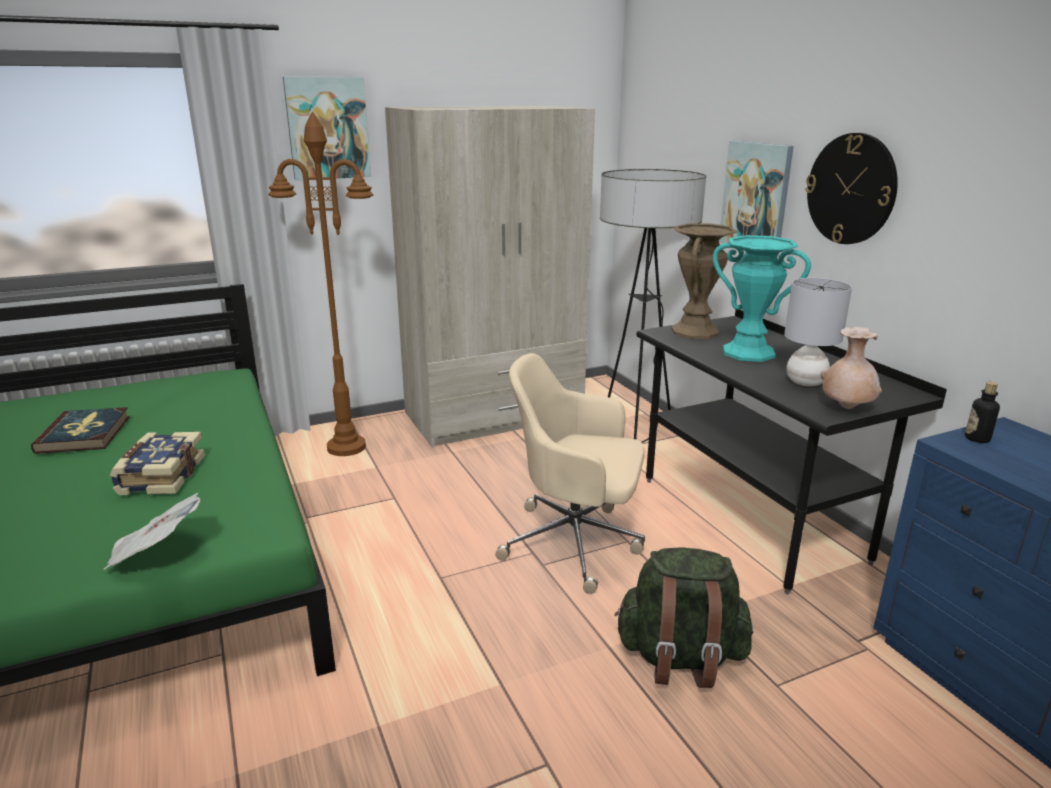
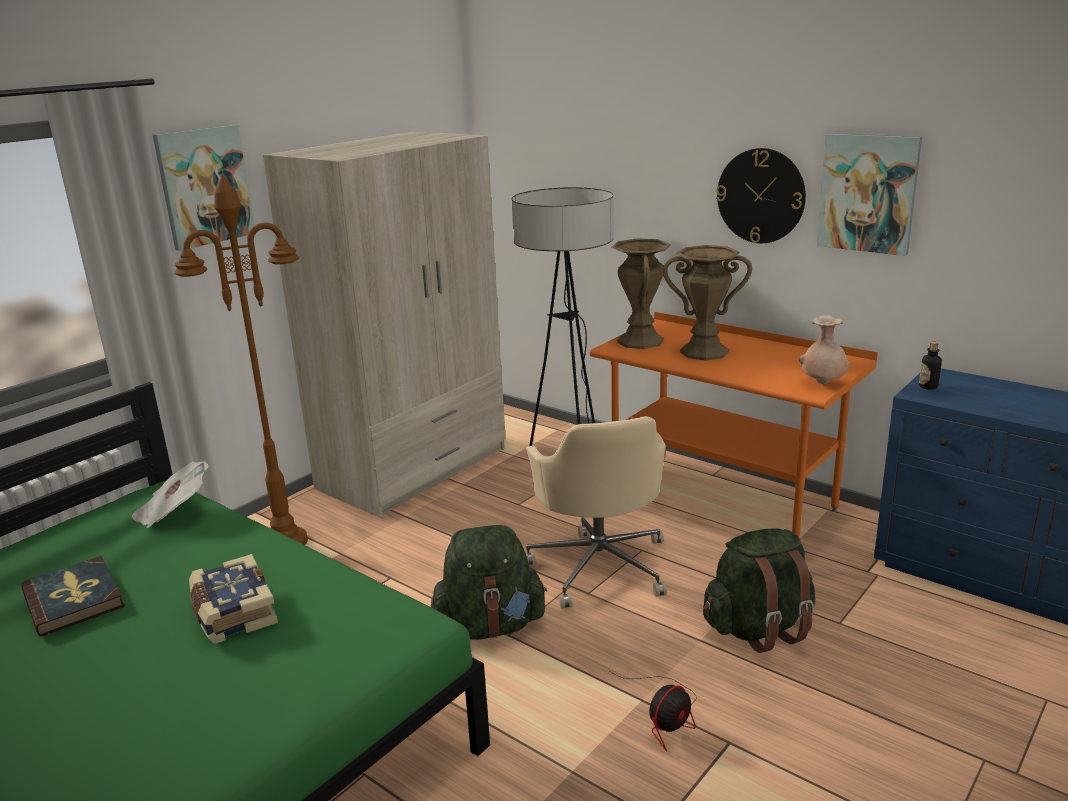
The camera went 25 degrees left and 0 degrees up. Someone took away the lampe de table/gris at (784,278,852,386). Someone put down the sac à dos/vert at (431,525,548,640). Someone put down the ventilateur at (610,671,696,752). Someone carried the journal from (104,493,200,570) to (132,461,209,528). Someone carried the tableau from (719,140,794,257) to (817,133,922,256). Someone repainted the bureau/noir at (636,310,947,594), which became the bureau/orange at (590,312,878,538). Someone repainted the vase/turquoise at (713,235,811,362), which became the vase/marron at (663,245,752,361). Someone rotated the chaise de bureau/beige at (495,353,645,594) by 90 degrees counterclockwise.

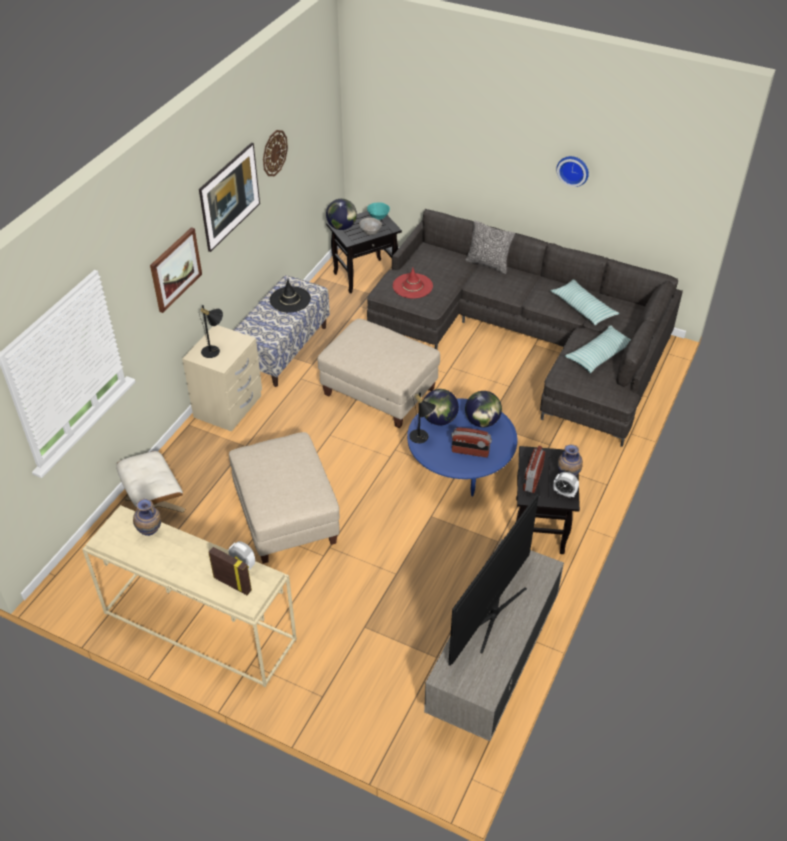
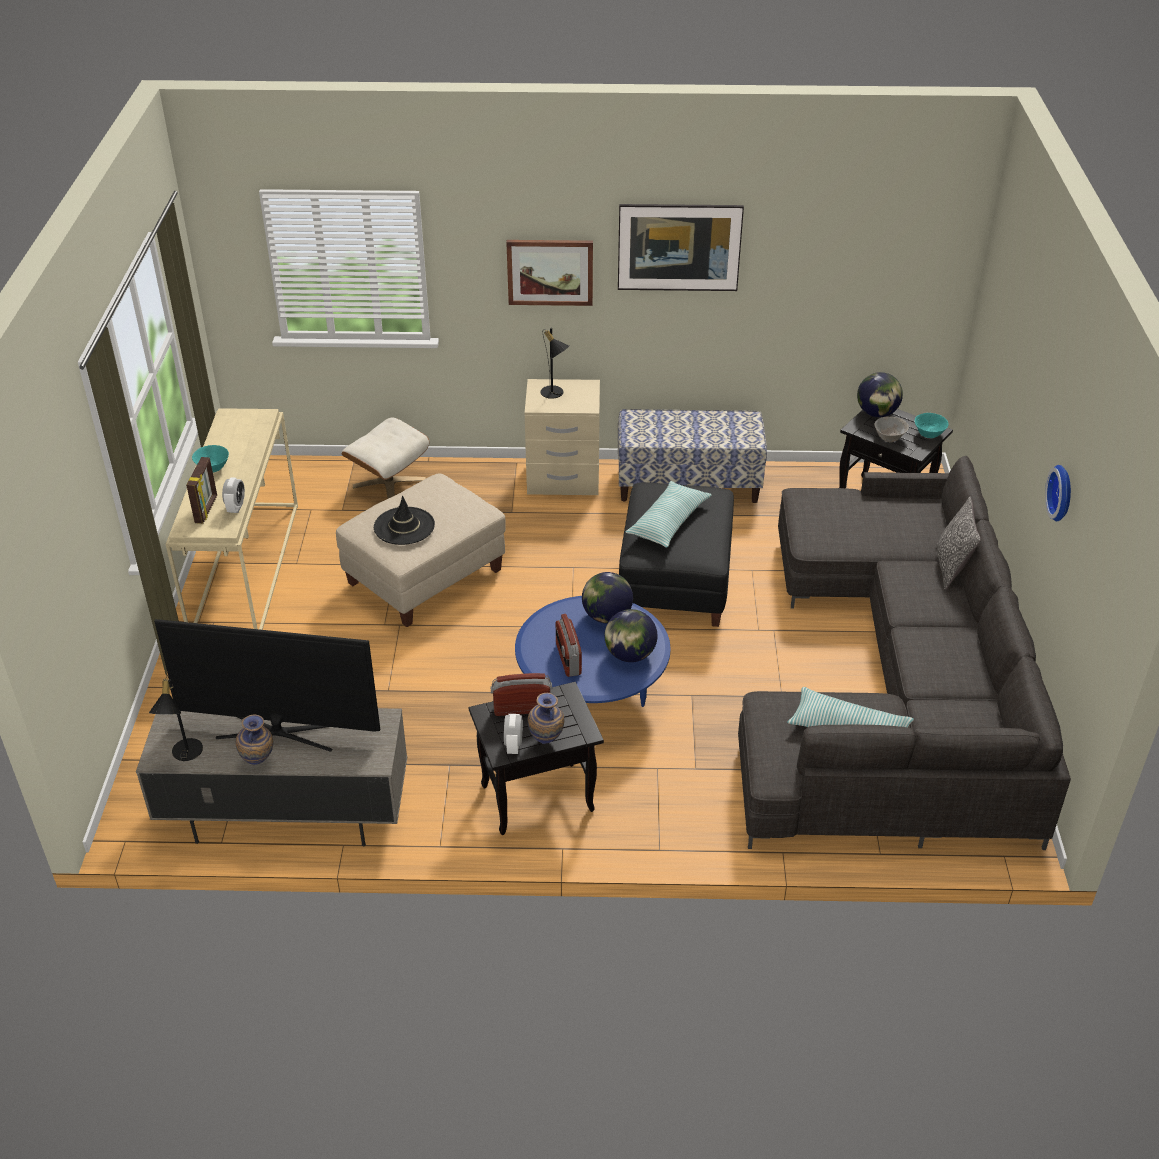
The camera went 65 degrees right and 5 degrees down. Someone took away the horloge murale at (263,130,288,176). Someone took away the chapeau/rouge at (393,268,433,298). Someone put down the bol/turquoise at (192,445,229,473). Someone carried the vase from (133,499,161,536) to (236,714,273,765). Someone carried the chapeau/noir from (270,279,311,312) to (374,496,435,545). Someone carried the lampe de table/noir from (409,392,436,443) to (149,677,203,761). Someone carried the coussin from (550,280,619,325) to (626,481,712,548). Someone repainted the pouf/beige at (317,319,440,428), which became the pouf/noir at (619,482,734,627).

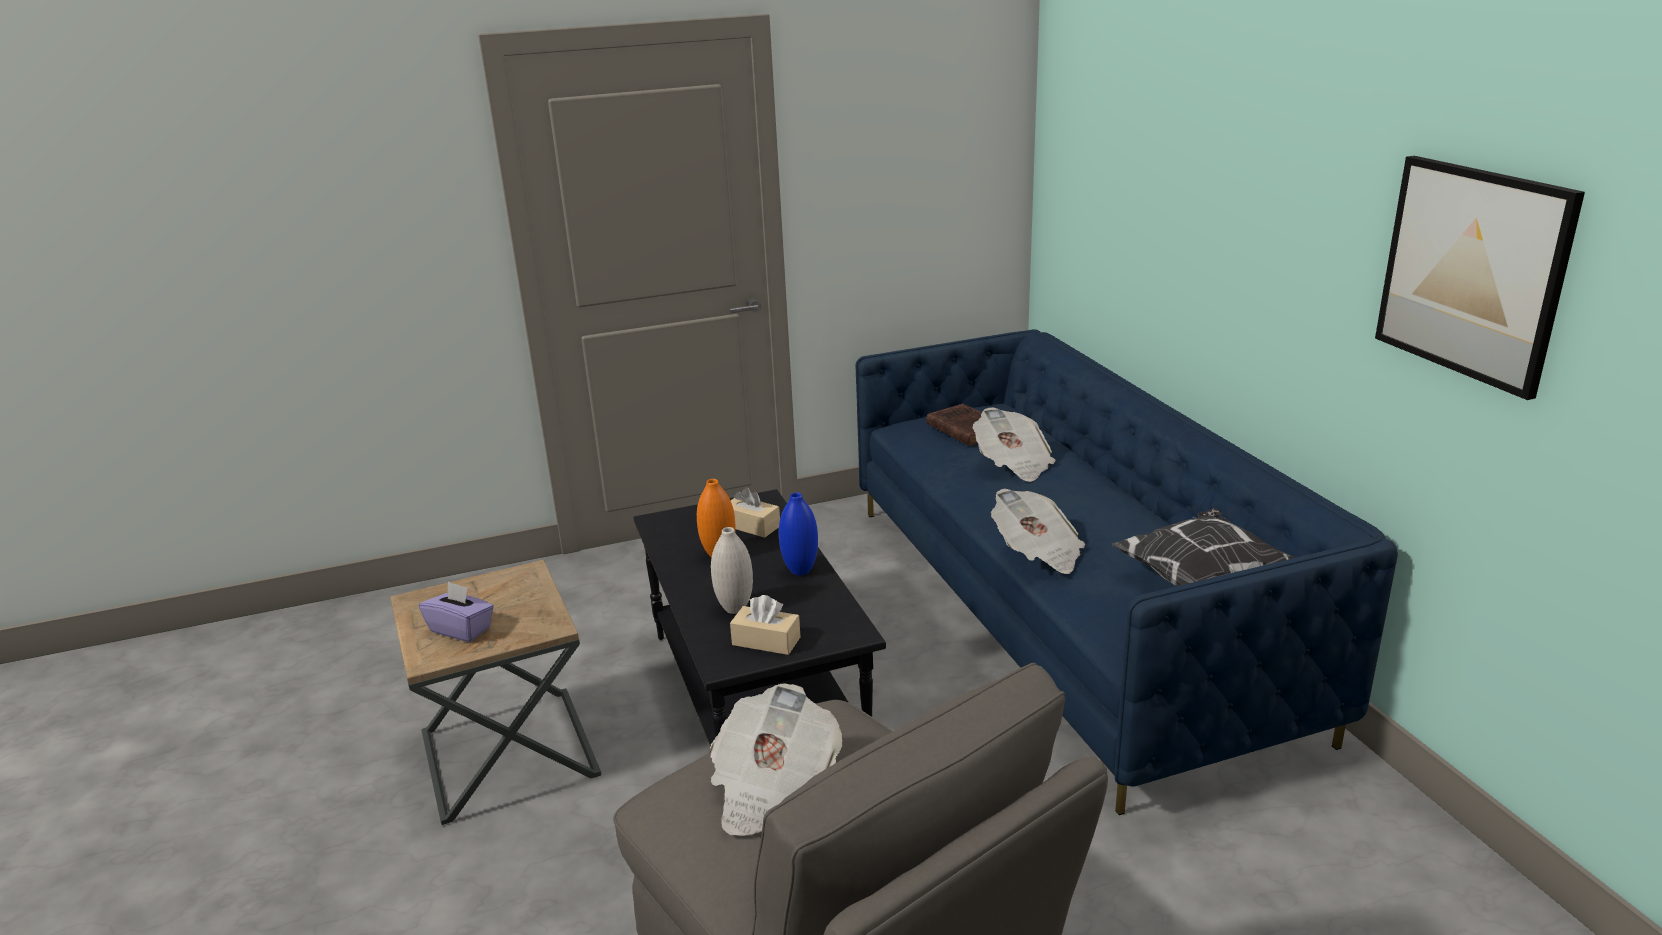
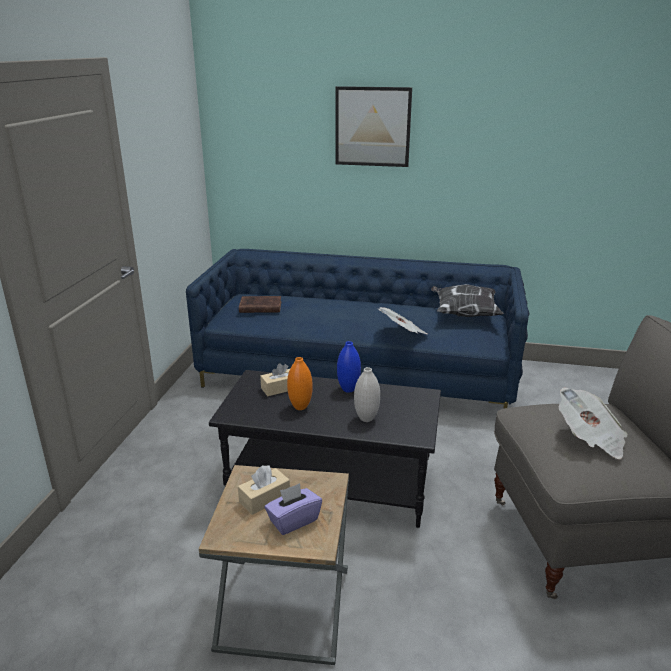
The camera went 60 degrees left and 0 degrees up. Someone took away the journal at (973,407,1055,482). Someone carried the boîte à mouchoirs/beige from (730,595,800,655) to (238,465,290,515). Someone carried the tableau from (1375,156,1585,400) to (335,86,412,167).

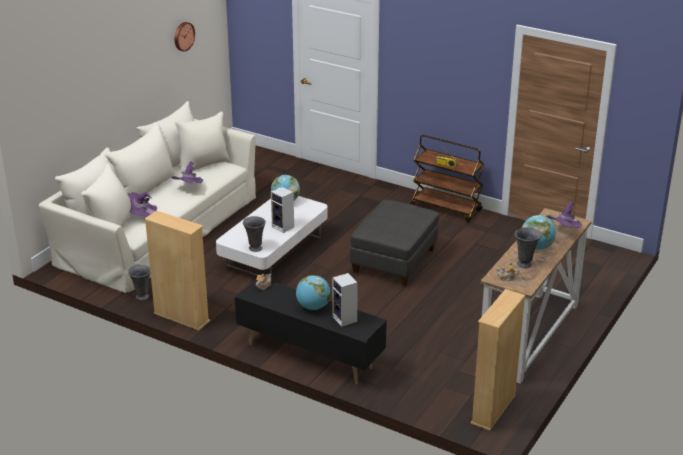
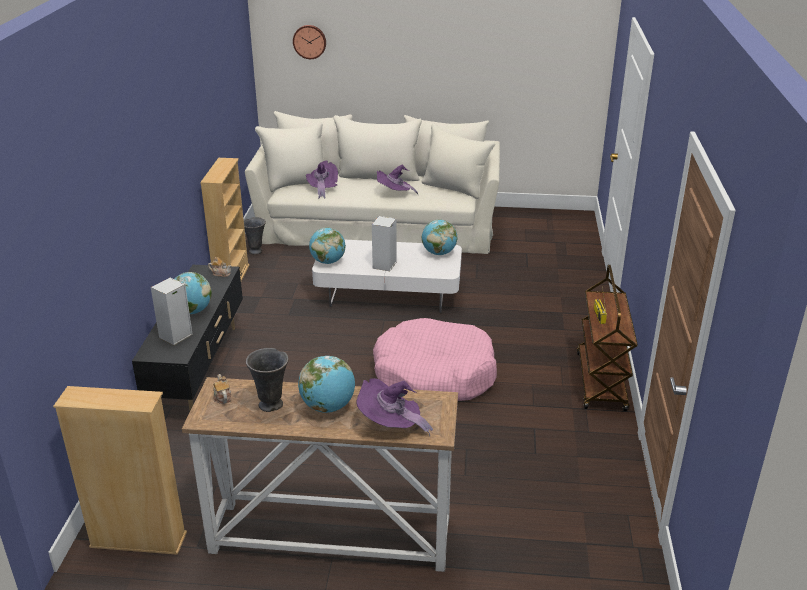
The camera went 65 degrees right and 0 degrees up. Someone carried the horloge murale from (175,22,195,52) to (293,25,326,59). Someone swapped the vase/gris at (243,216,266,252) for the globe at (309,227,345,264). Someone swapped the pouf/gris at (349,200,439,286) for the panier pour chien/rose at (373,318,497,401).

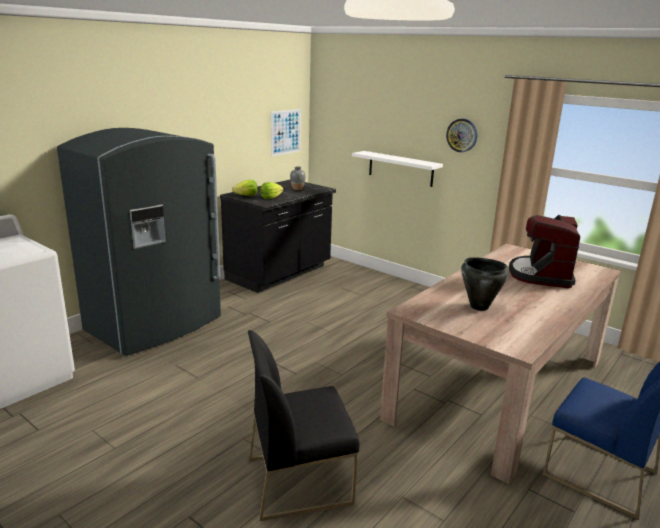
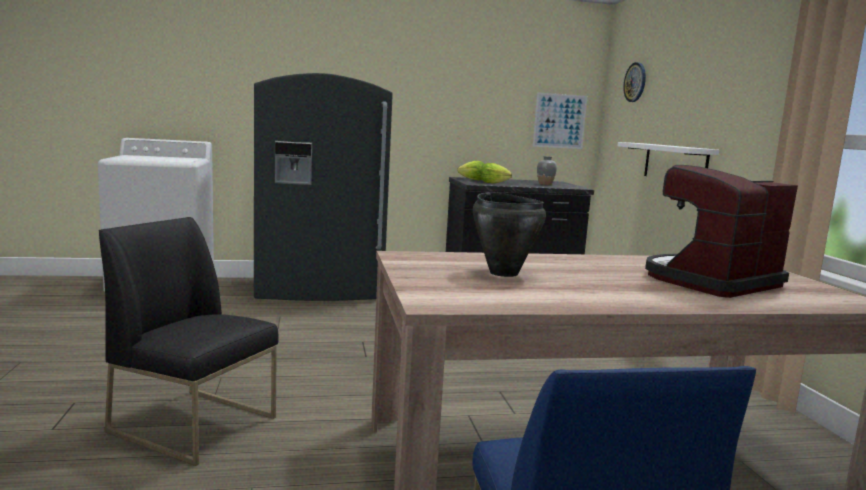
The camera went 40 degrees right and 10 degrees down. Someone carried the horloge murale from (446,119,477,152) to (623,62,646,102).

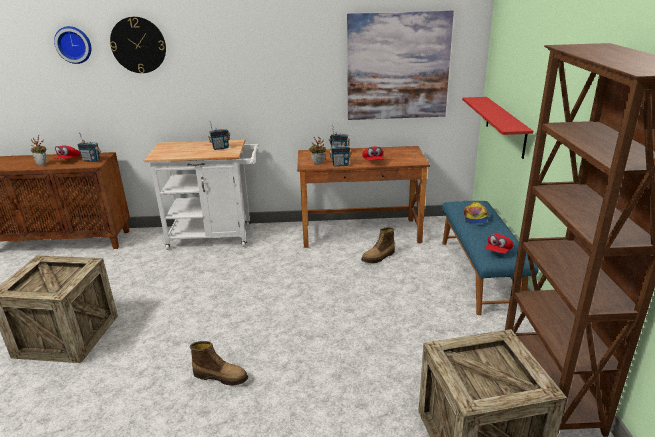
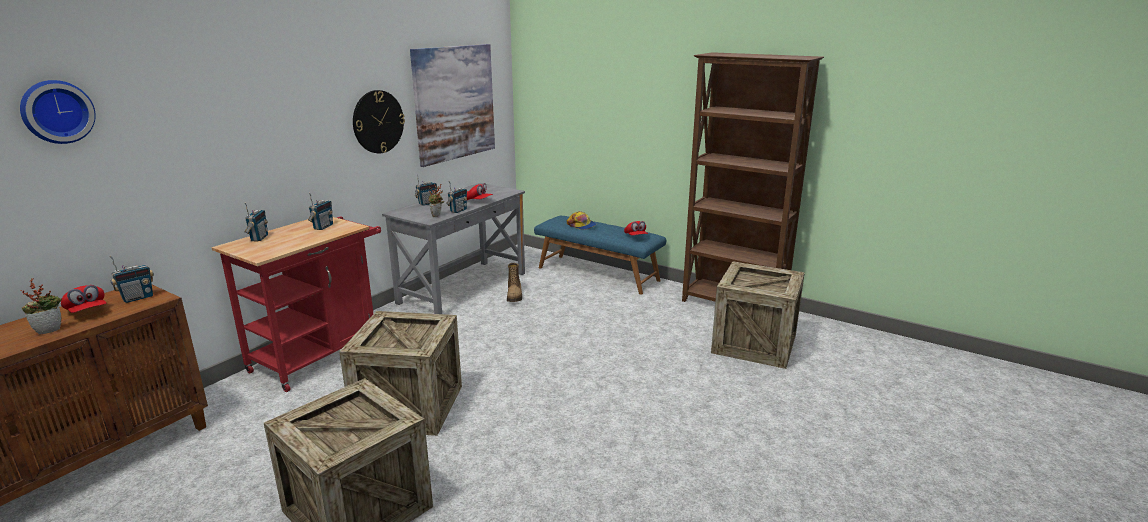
The camera went 55 degrees left and 5 degrees down. Someone took away the botte at (190,341,248,386). Someone took away the étagère/rouge at (462,97,533,159). Someone put down the radio at (245,202,268,241). Someone put down the caisse at (339,311,462,436). Someone carried the horloge murale from (110,17,166,73) to (353,90,405,153). Someone repainted the chariot/blanc at (144,139,259,250), which became the chariot/rouge at (212,216,381,392). Someone repainted the bureau/marron at (297,146,430,248), which became the bureau/gris at (382,183,525,314).

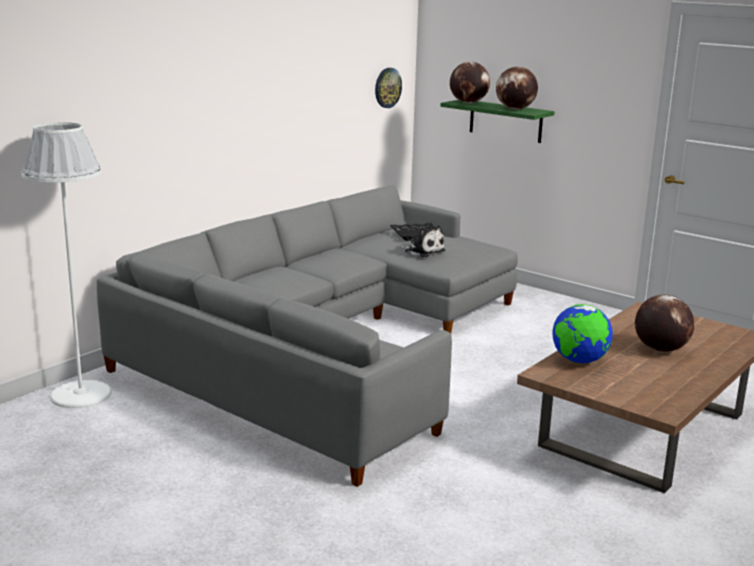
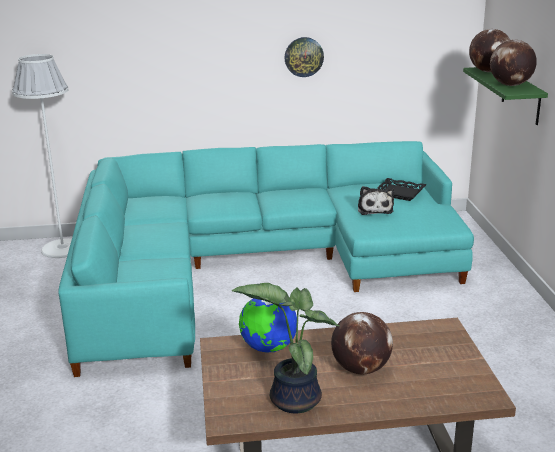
The camera went 45 degrees right and 5 degrees up. Someone put down the plante en pot at (232,283,339,413). Someone carried the horloge murale from (375,68,402,108) to (284,37,324,77). Someone repainted the canapé/gris at (97,185,518,487), which became the canapé/turquoise at (58,141,474,377).

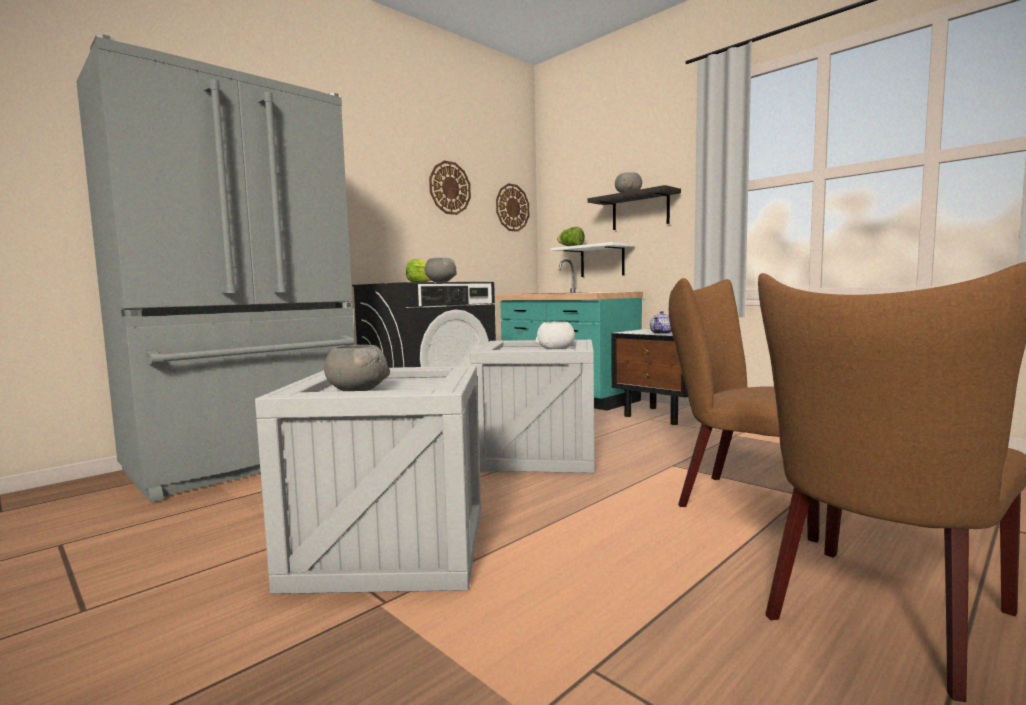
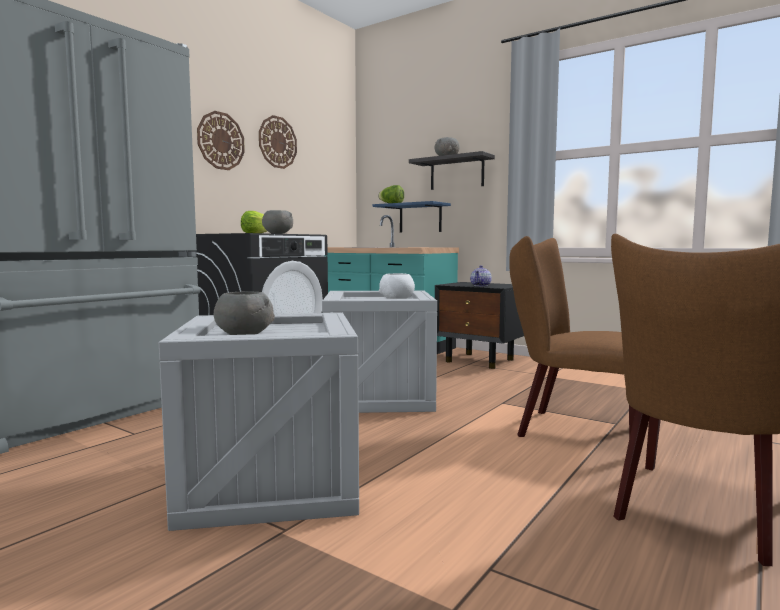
The camera went 10 degrees left and 0 degrees up. Someone carried the horloge murale from (496,183,529,232) to (197,111,245,170). Someone repainted the étagère/blanc at (551,242,634,277), which became the étagère/bleu at (373,201,451,233).

